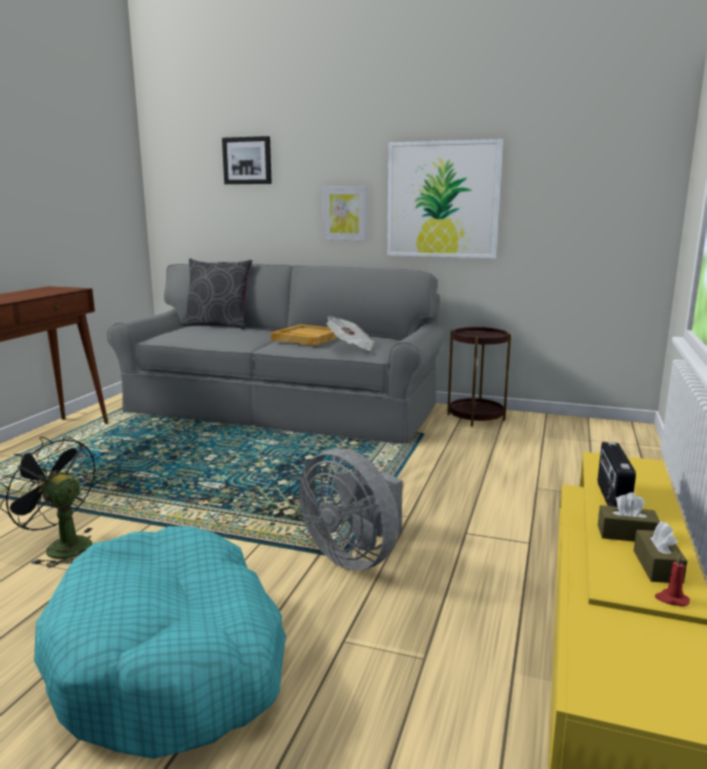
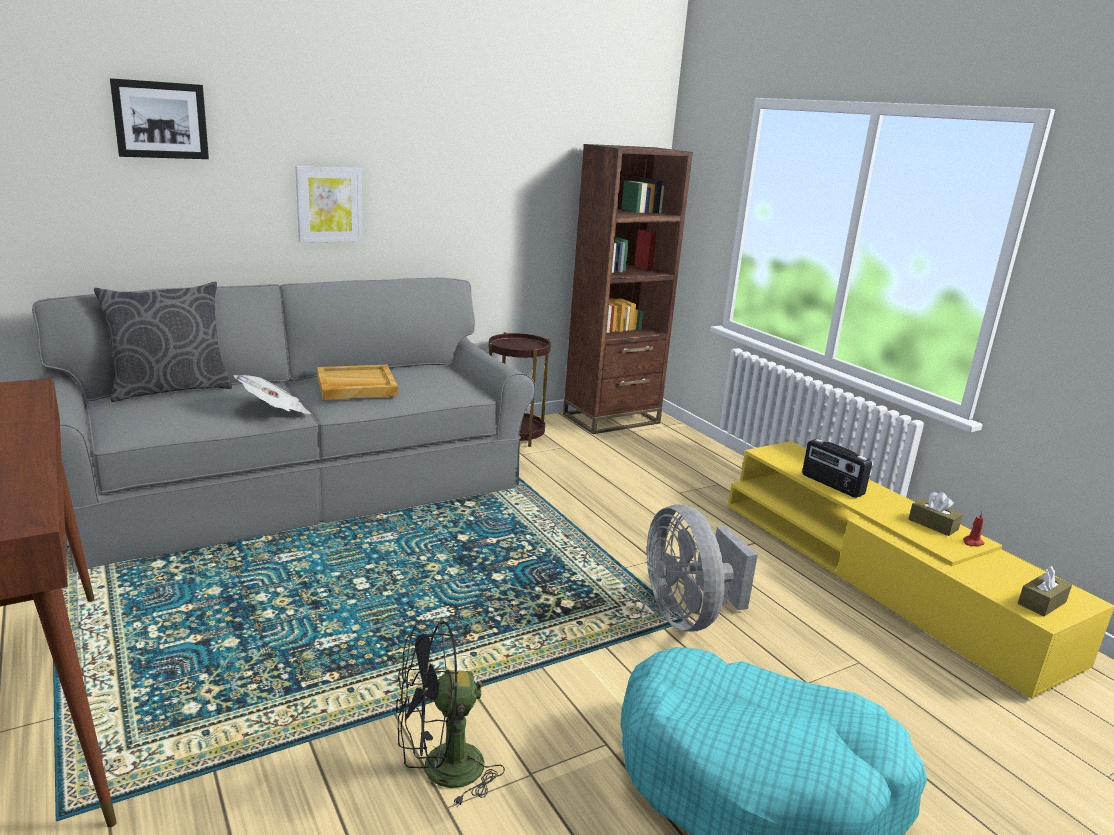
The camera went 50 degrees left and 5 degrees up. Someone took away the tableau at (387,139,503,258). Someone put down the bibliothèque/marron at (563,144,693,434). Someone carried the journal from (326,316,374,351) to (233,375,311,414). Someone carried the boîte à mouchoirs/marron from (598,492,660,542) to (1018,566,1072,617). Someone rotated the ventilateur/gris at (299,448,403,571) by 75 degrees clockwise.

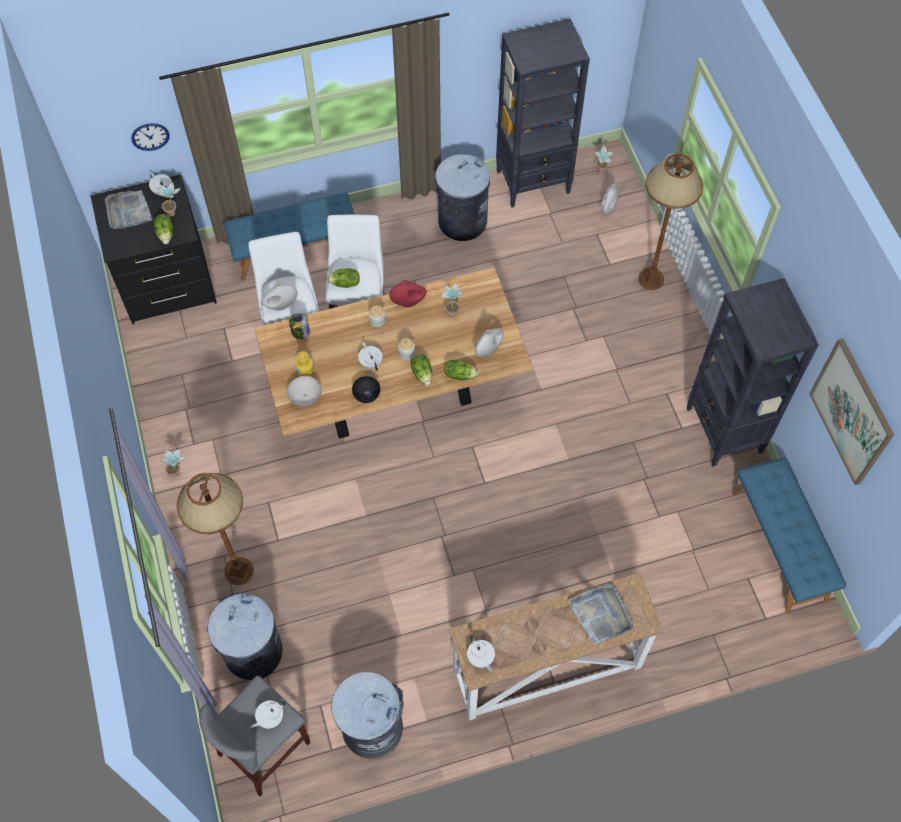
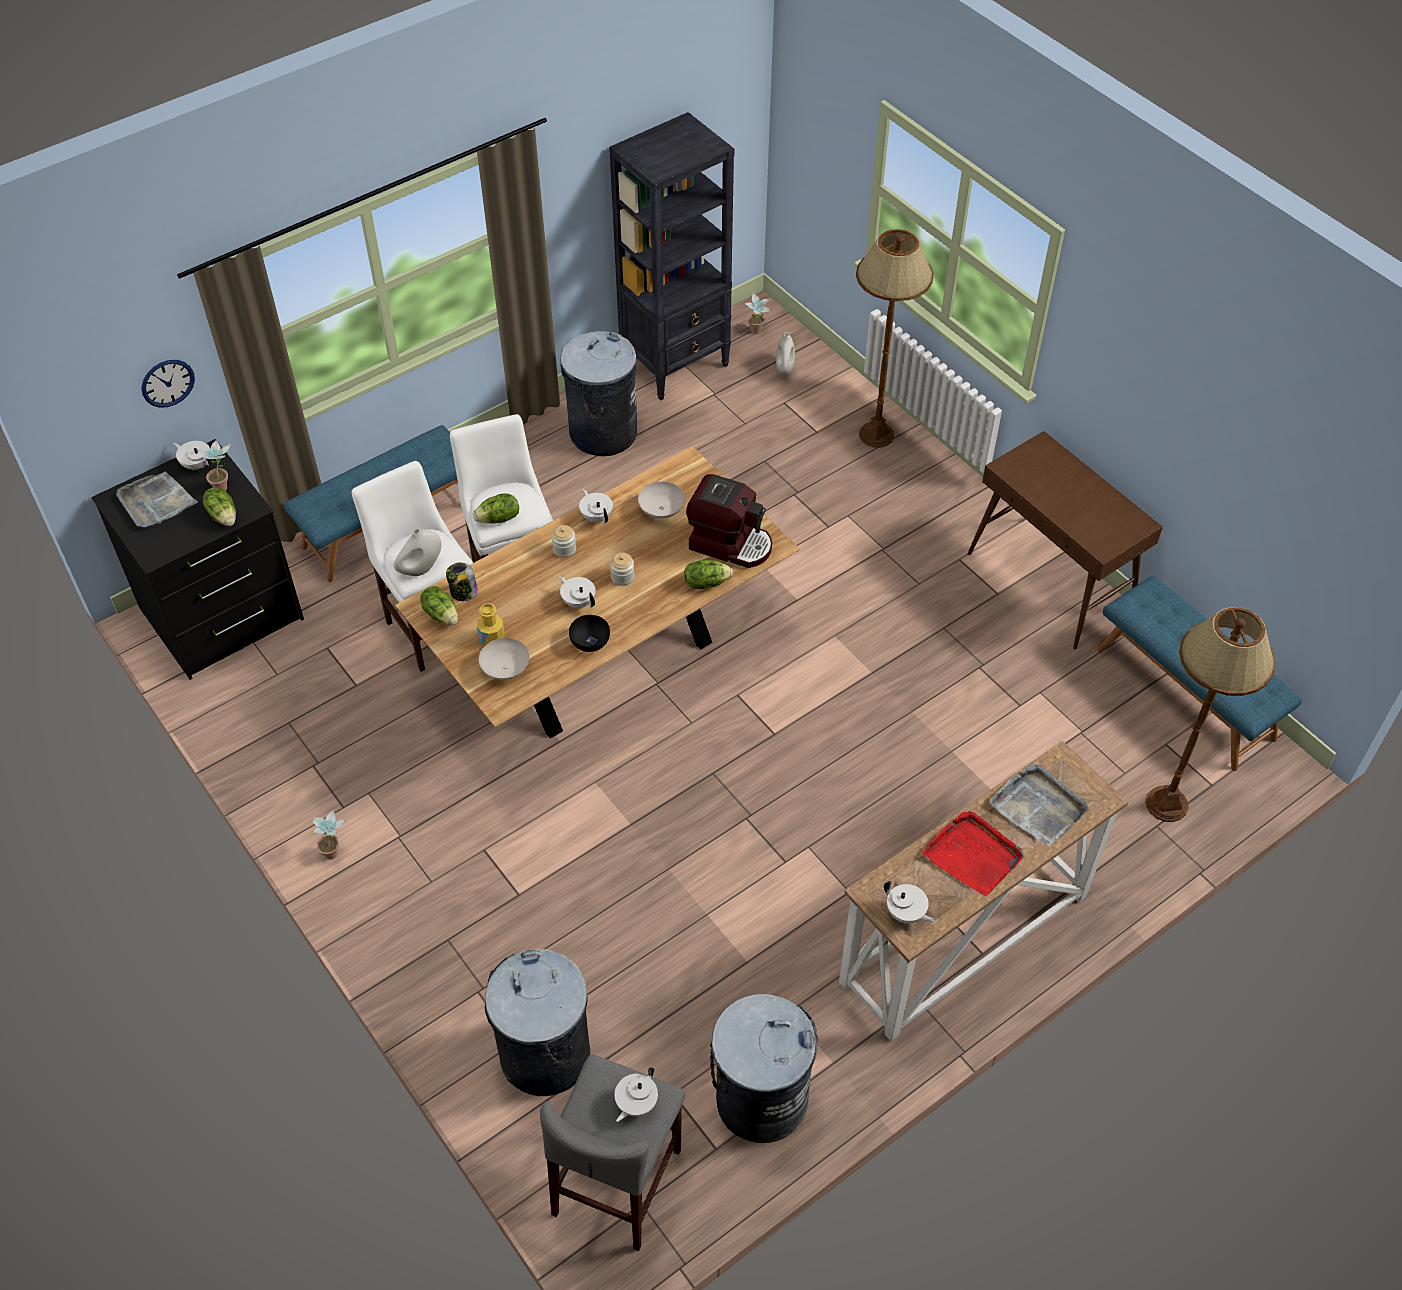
The camera went 20 degrees left and 10 degrees down. Someone took away the tableau at (809,338,894,485). Someone put down the plateau/rouge at (922,811,1024,896). Someone carried the lampadaire/marron from (176,472,254,585) to (1146,607,1276,822). Someone carried the laitue from (411,354,432,386) to (420,586,458,625). Someone swapped the vase/rouge at (389,280,427,307) for the théière/blanc at (579,488,613,523). Someone swapped the plante en pot at (441,283,464,318) for the bol/blanc at (638,482,685,519). Someone swapped the vase/blanc at (475,328,503,357) for the machine à café at (686,474,772,568). Someone swapped the bibliothèque/noir at (687,278,819,467) for the table console/marron at (967,431,1163,649).

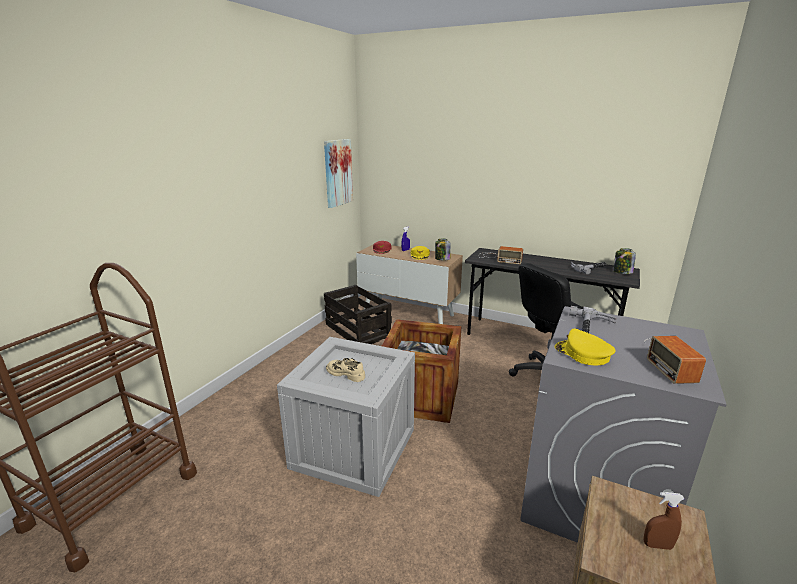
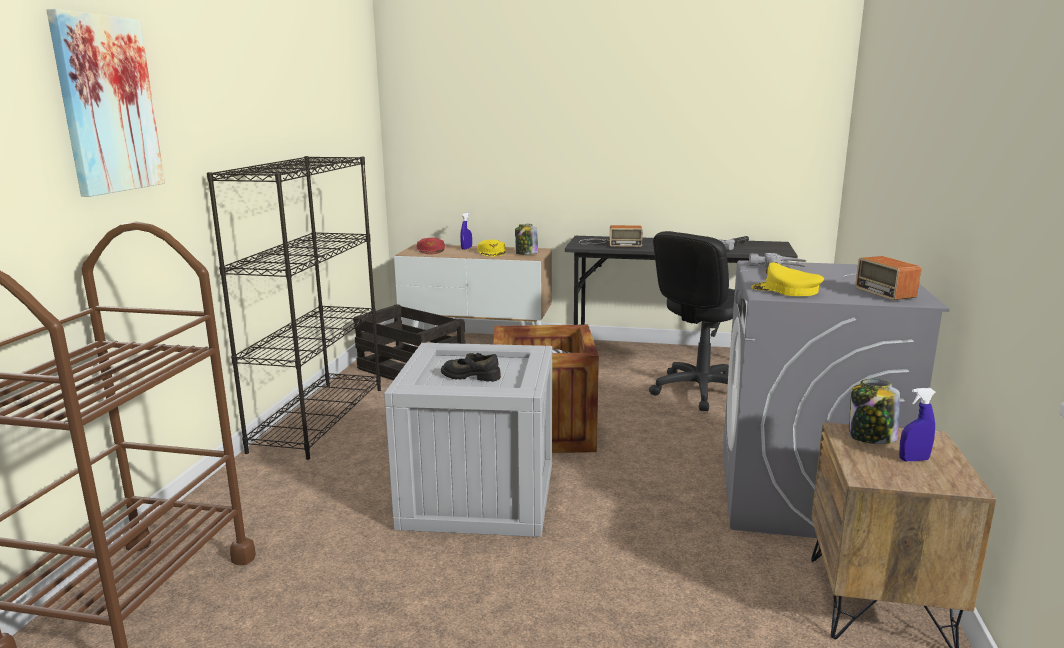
The camera went 15 degrees left and 5 degrees down. Someone put down the bibliothèque/noir at (207,156,381,460). Someone carried the tableau from (324,139,353,208) to (46,9,165,197). Someone carried the bocal from (613,248,636,274) to (849,379,900,444). Someone repainted the chaussure/beige at (326,358,365,382), which became the chaussure/noir at (441,353,501,382). Someone repainted the vaporisateur/marron at (643,492,684,550), which became the vaporisateur/bleu at (899,388,936,462).

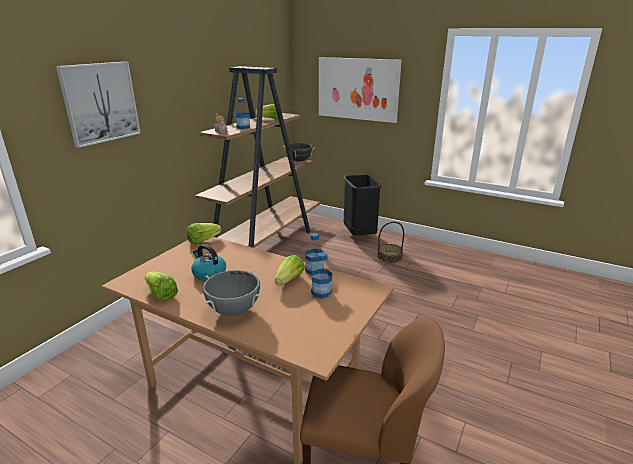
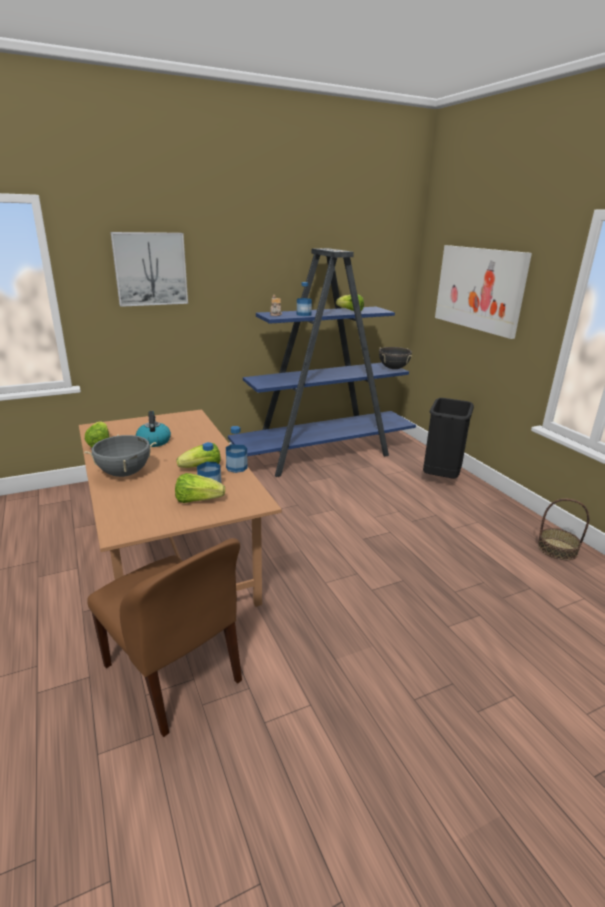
The camera went 35 degrees right and 0 degrees up. Someone carried the laitue from (187,223,222,244) to (175,473,225,503). Someone carried the panier from (377,221,404,263) to (538,499,589,560). Someone repainted the bibliothèque/marron at (195,66,320,248), which became the bibliothèque/bleu at (228,248,416,477).

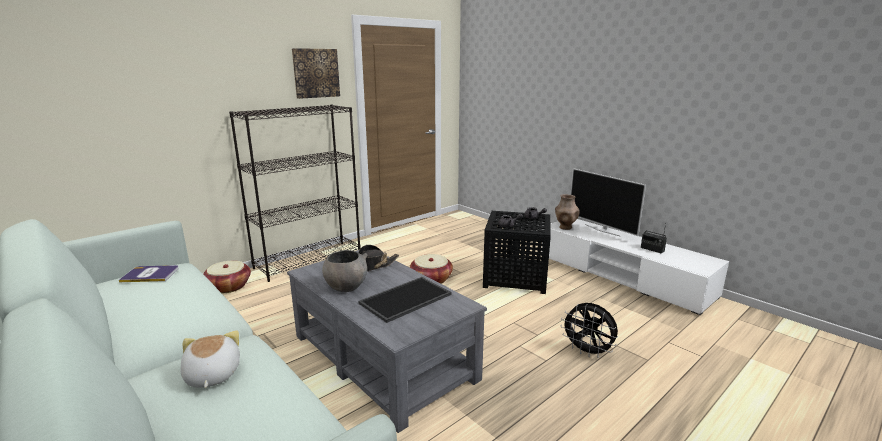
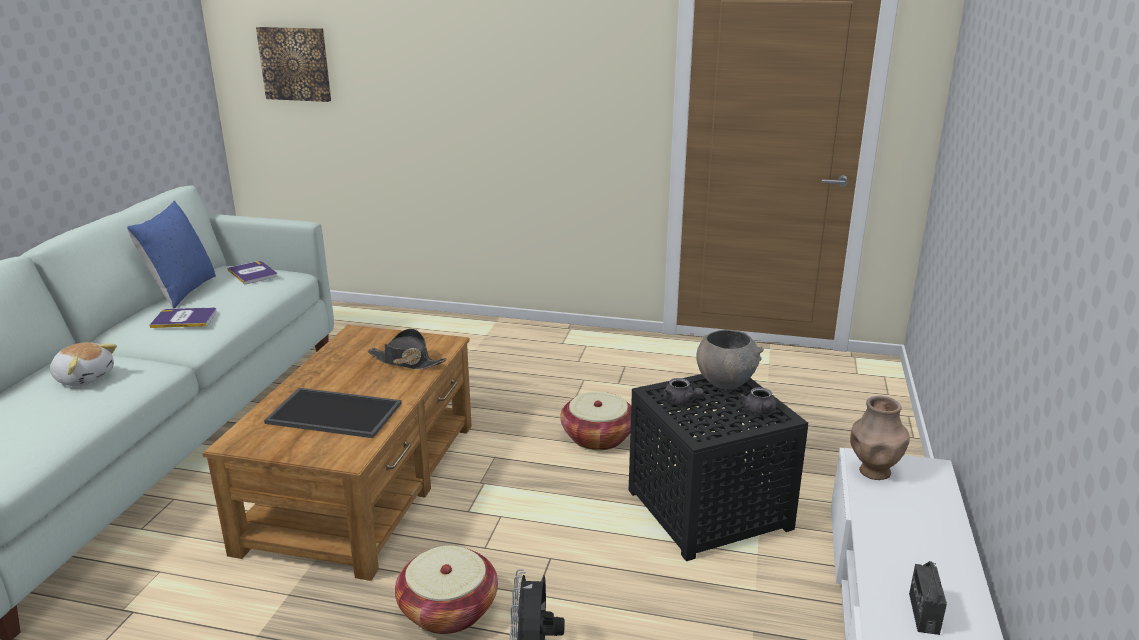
The camera went 55 degrees right and 5 degrees up. Someone took away the bibliothèque/noir at (229,105,361,282). Someone took away the téléviseur at (570,168,646,237). Someone put down the coussin/bleu at (127,201,216,308). Someone put down the livre at (149,308,217,328). Someone carried the panier from (203,261,251,293) to (395,546,498,634). Someone carried the tableau from (292,48,340,99) to (256,27,331,102). Someone carried the bol/gris from (322,250,368,292) to (697,329,764,389). Someone repainted the table basse/gris at (287,250,487,433), which became the table basse/marron at (202,325,472,581). Someone rotated the peluche at (180,330,240,388) by 75 degrees clockwise.

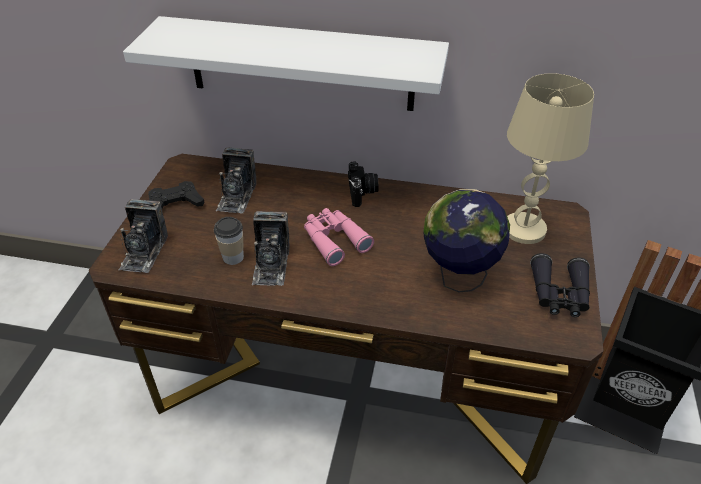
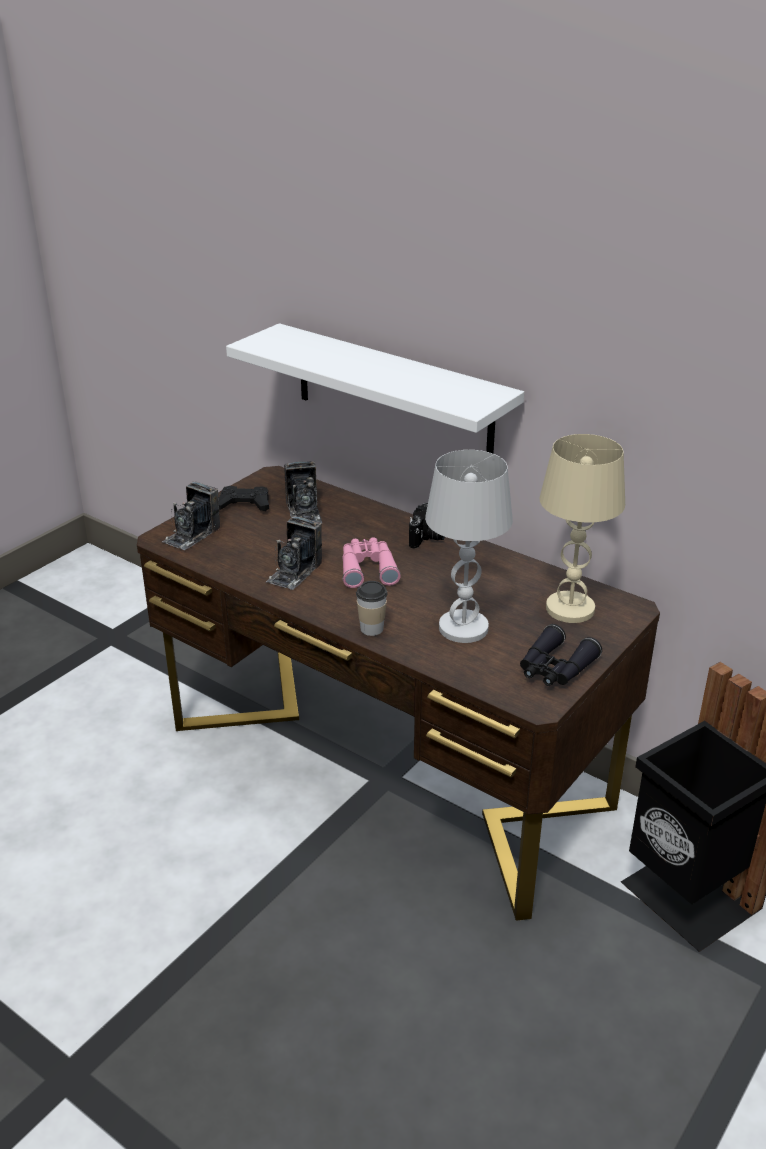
The camera went 25 degrees right and 10 degrees down. Someone carried the tasse from (214,217,244,265) to (356,581,388,636). Someone swapped the globe at (423,189,510,292) for the lampe de table/blanc at (425,450,513,643). Someone rotated the appareil photo at (216,148,257,214) by 45 degrees counterclockwise.

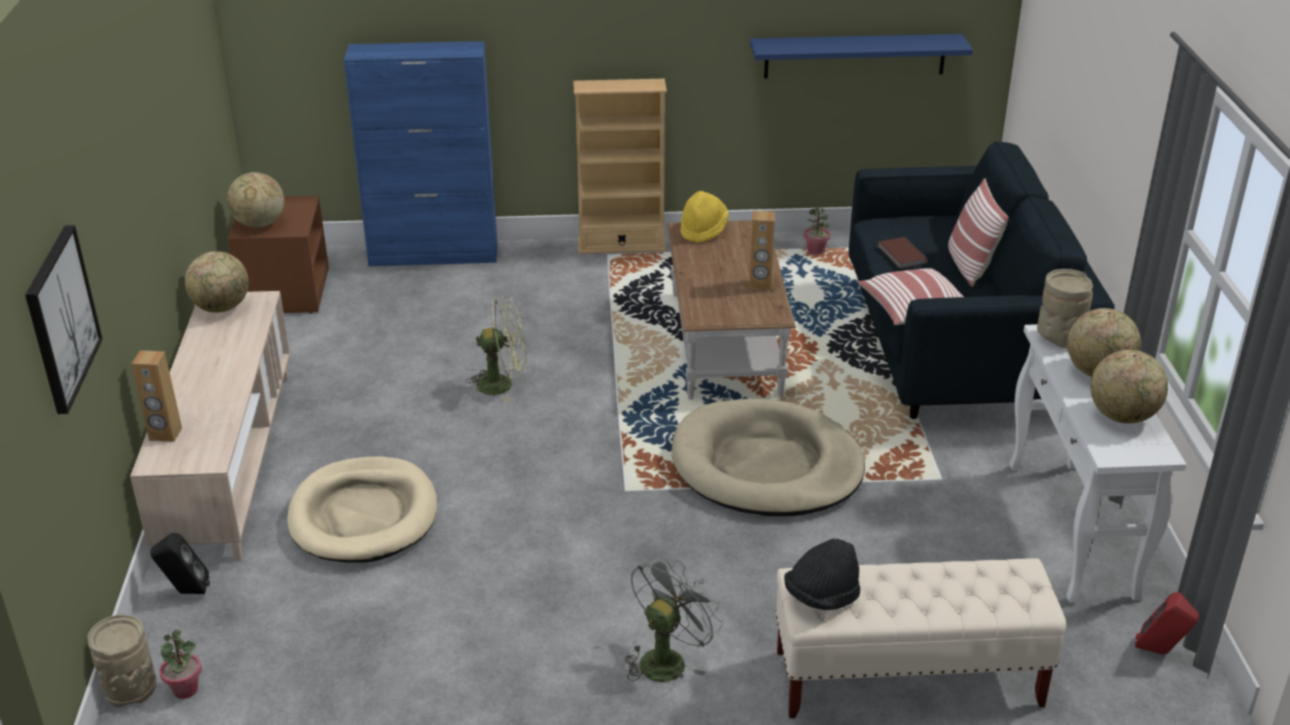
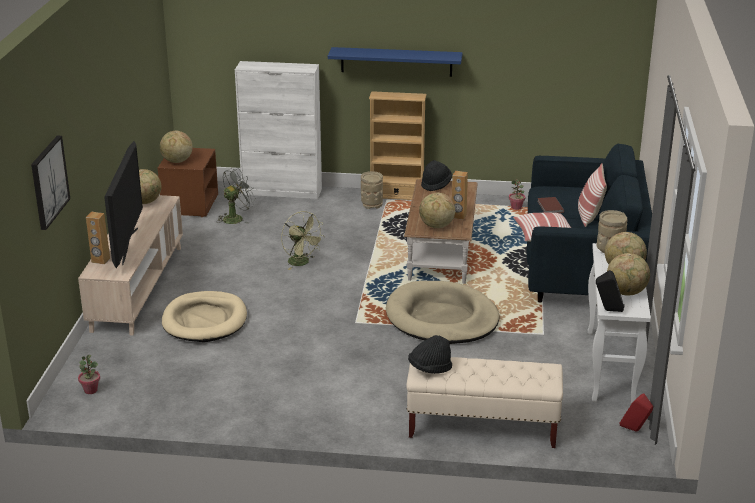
The camera went 10 degrees right and 5 degrees down. Someone put down the téléviseur at (104,141,143,268). Someone put down the globe at (419,193,455,228). Someone carried the vase/beige from (87,614,157,708) to (361,171,383,209). Someone carried the enceinte/noir from (150,533,210,594) to (596,270,625,312). Someone carried the ventilateur/gris from (625,554,723,682) to (216,168,256,224). Someone carried the étagère/bleu from (750,34,973,79) to (328,47,463,77). Someone repainted the meuble de rangement/bleu at (344,41,497,266), which became the meuble de rangement/blanc at (235,61,322,199). Someone repainted the chapeau/jaune at (680,191,729,243), which became the chapeau/noir at (421,160,452,191). Someone rotated the ventilateur/vert at (466,297,527,402) by 45 degrees clockwise.

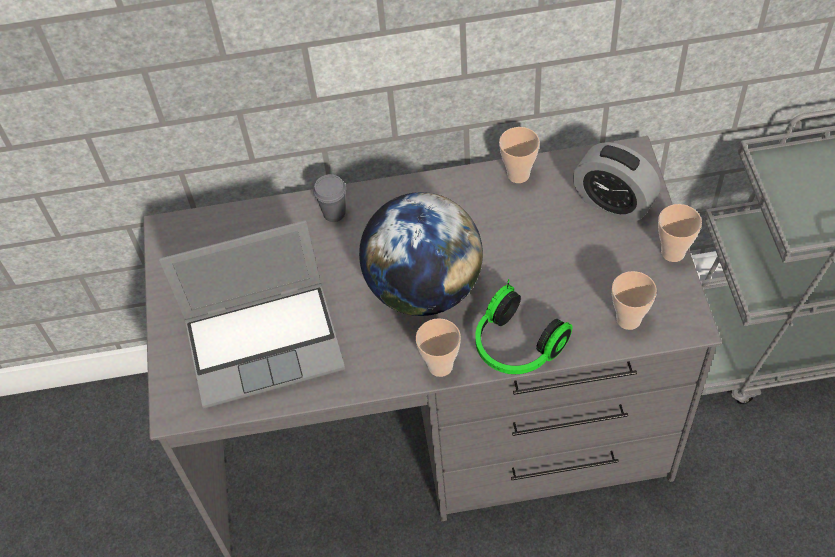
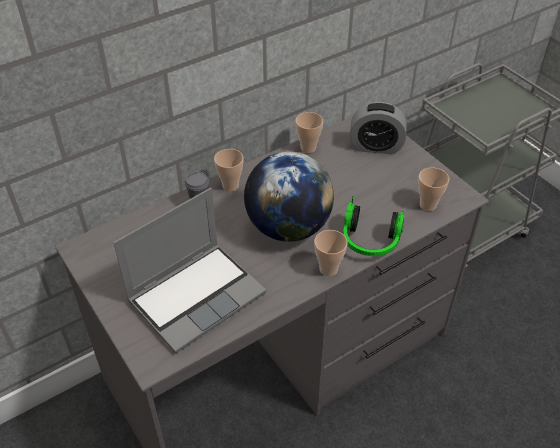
The camera went 30 degrees left and 10 degrees down. Someone carried the tasse from (658,204,702,262) to (214,149,244,191).

